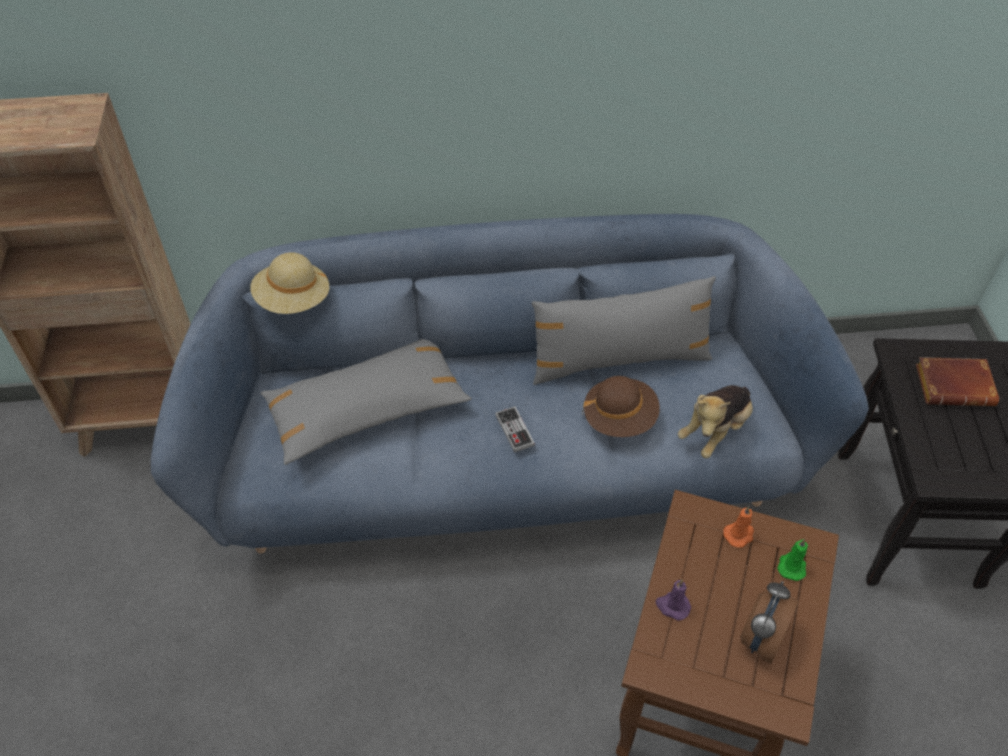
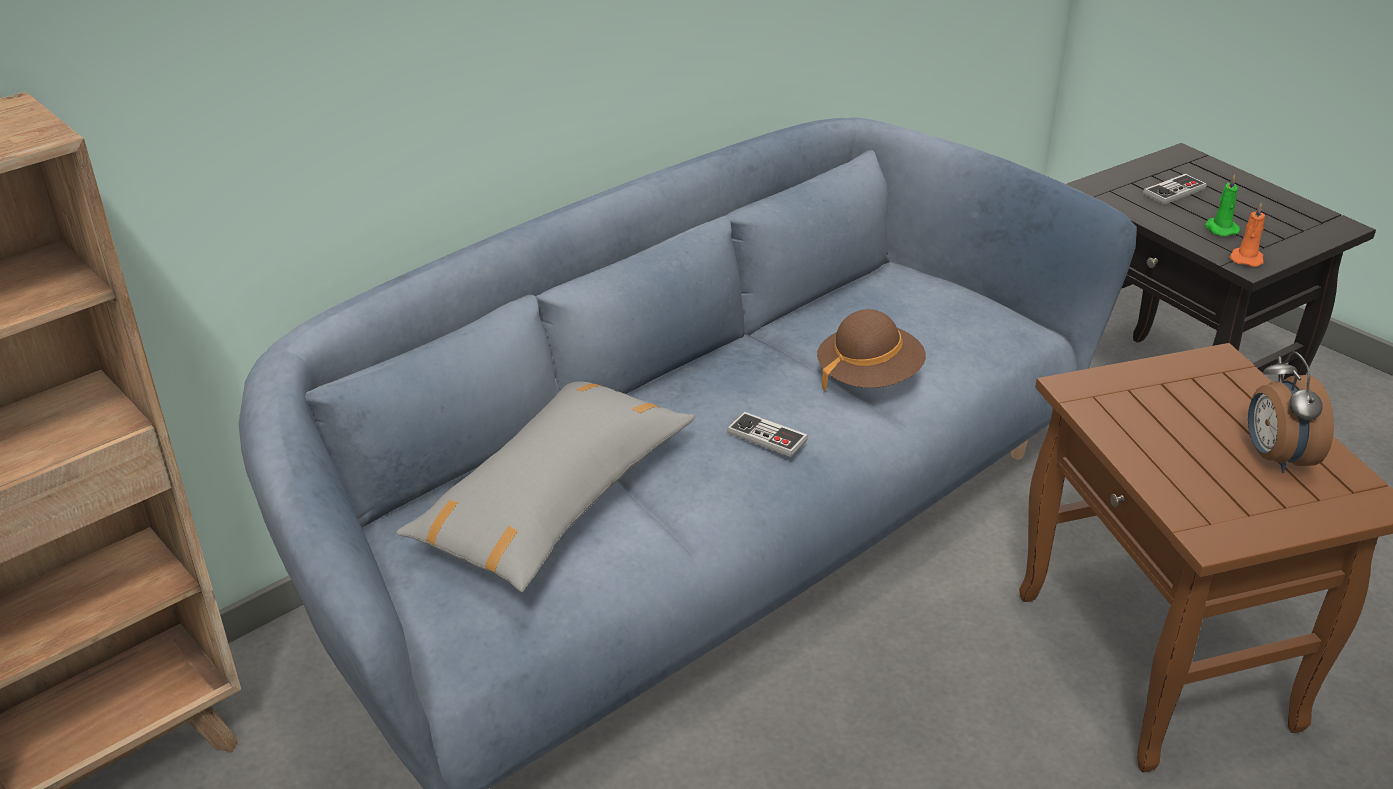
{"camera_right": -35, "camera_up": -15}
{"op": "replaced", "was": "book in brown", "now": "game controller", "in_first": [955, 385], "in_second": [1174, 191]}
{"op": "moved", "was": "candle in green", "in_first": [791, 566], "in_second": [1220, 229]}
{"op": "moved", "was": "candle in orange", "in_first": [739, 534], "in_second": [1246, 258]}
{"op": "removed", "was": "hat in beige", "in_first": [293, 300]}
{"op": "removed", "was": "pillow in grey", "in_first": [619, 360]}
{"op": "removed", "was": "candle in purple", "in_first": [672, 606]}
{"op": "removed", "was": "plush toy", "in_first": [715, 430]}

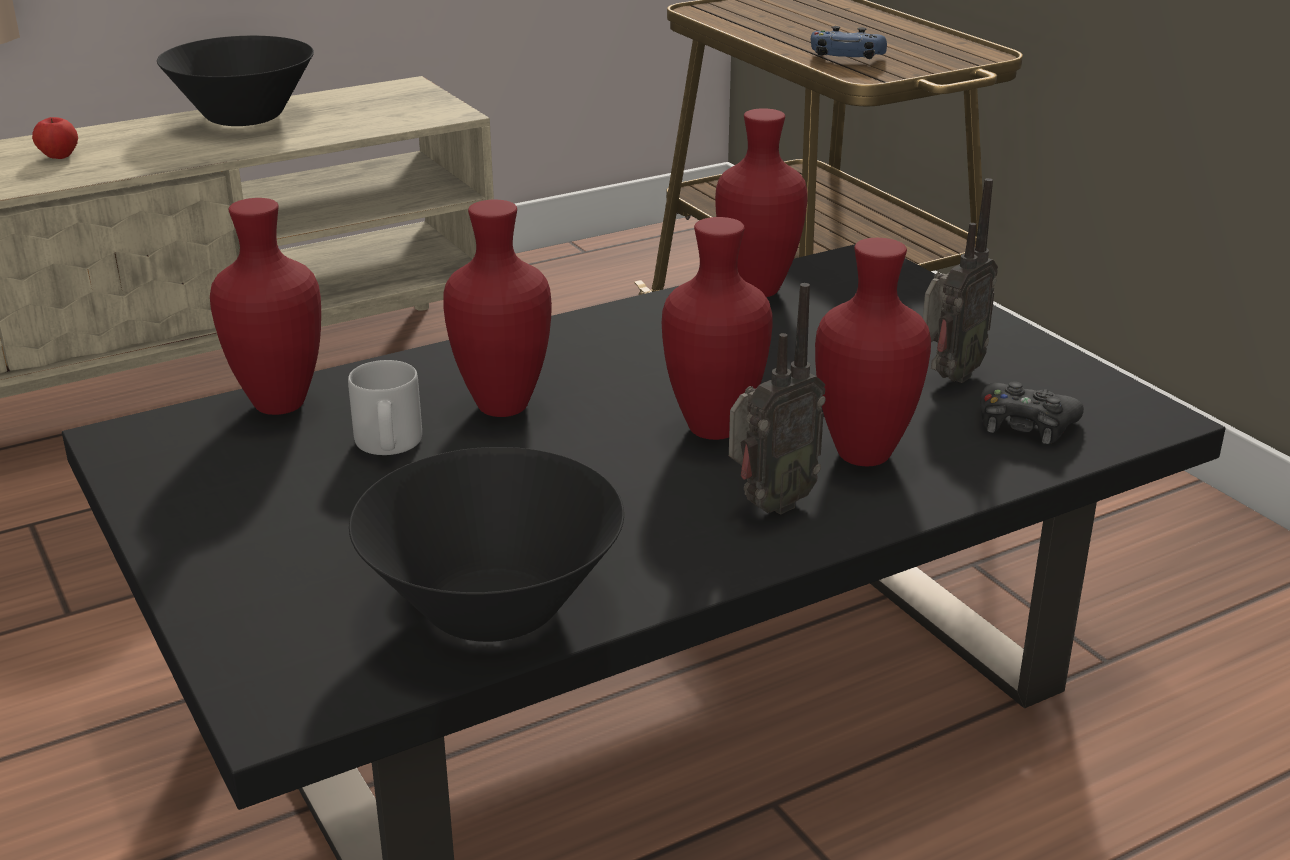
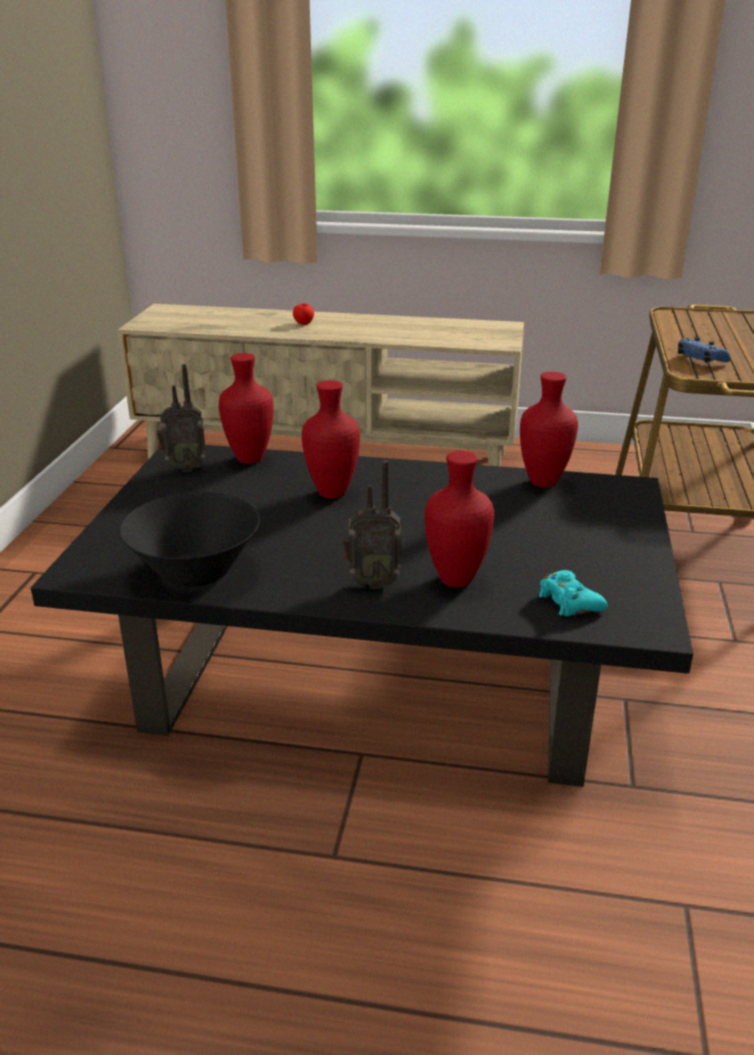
{"camera_right": 40, "camera_up": 0}
{"op": "moved", "was": "radio", "in_first": [948, 377], "in_second": [184, 468]}
{"op": "recoloured", "was": "game controller in black", "now": "game controller in turquoise", "in_first": [1025, 425], "in_second": [569, 601]}
{"op": "removed", "was": "bowl in black", "in_first": [244, 117]}
{"op": "removed", "was": "mug in grey", "in_first": [388, 444]}
{"op": "removed", "was": "vase in red", "in_first": [717, 430]}

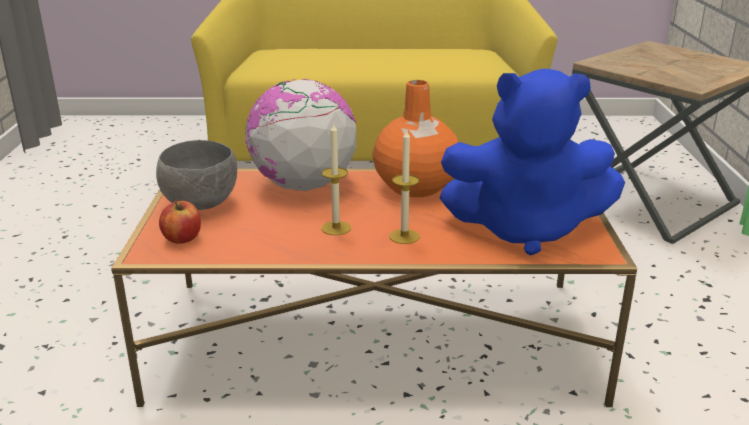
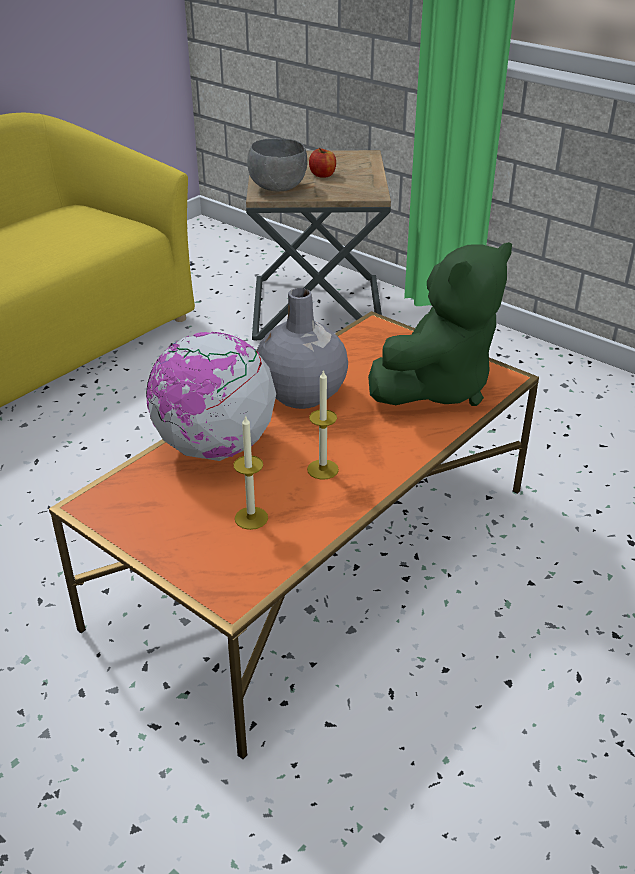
{"camera_right": -50, "camera_up": 10}
{"op": "moved", "was": "candle", "in_first": [404, 236], "in_second": [251, 518]}
{"op": "moved", "was": "bowl in grey", "in_first": [202, 204], "in_second": [278, 188]}
{"op": "recoloured", "was": "vase in orange", "now": "vase in grey", "in_first": [415, 187], "in_second": [301, 394]}
{"op": "moved", "was": "apple", "in_first": [182, 238], "in_second": [322, 175]}
{"op": "recoloured", "was": "plush toy in blue", "now": "plush toy in green", "in_first": [525, 229], "in_second": [437, 386]}

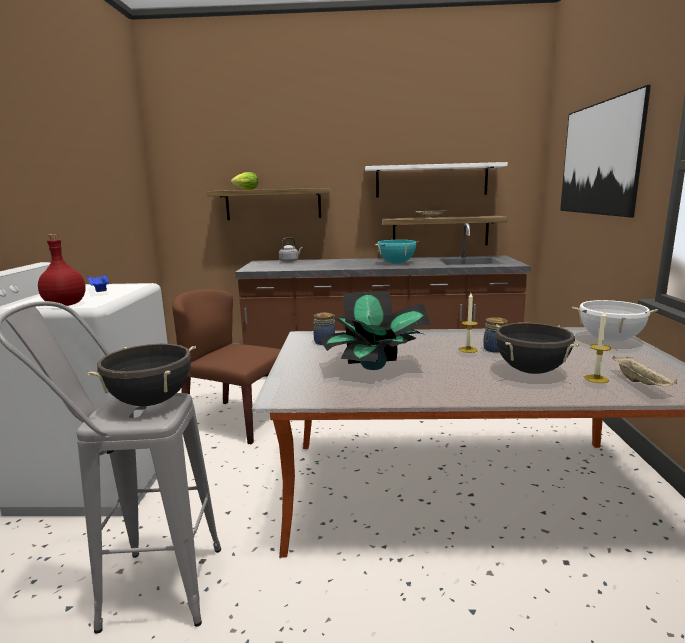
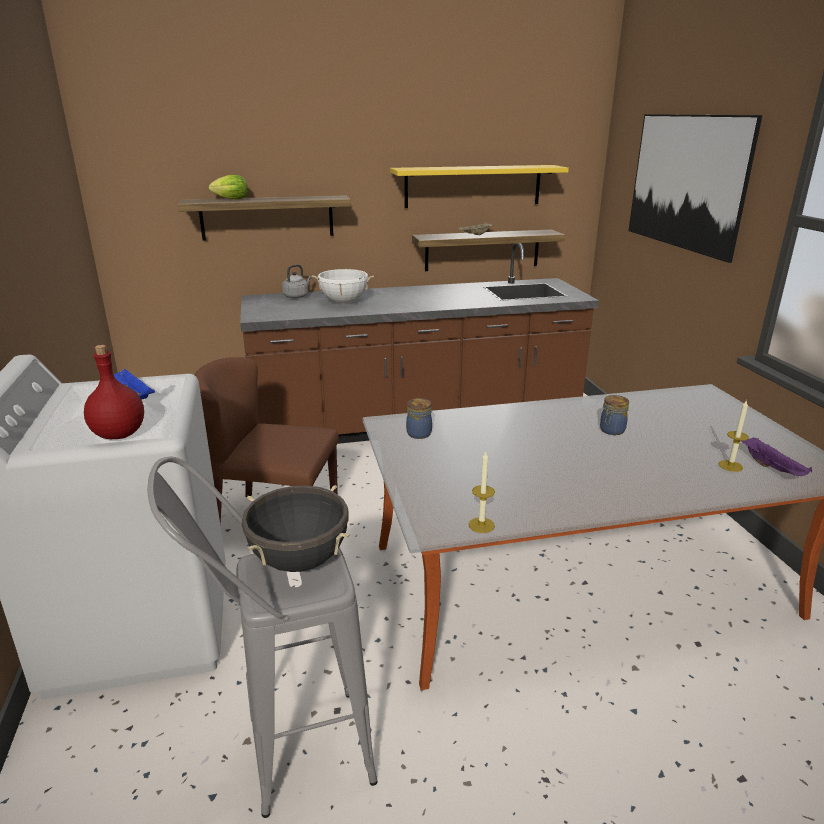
{"camera_right": -15, "camera_up": 10}
{"op": "moved", "was": "cooking pot in white", "in_first": [610, 340], "in_second": [344, 302]}
{"op": "recoloured", "was": "shelf in white", "now": "shelf in yellow", "in_first": [431, 181], "in_second": [473, 186]}
{"op": "moved", "was": "candle", "in_first": [468, 350], "in_second": [481, 525]}
{"op": "recoloured", "was": "tray in beige", "now": "tray in purple", "in_first": [641, 383], "in_second": [772, 468]}
{"op": "removed", "was": "potted plant", "in_first": [374, 366]}
{"op": "removed", "was": "cooking pot in turquoise", "in_first": [397, 263]}
{"op": "removed", "was": "cooking pot in black", "in_first": [531, 371]}

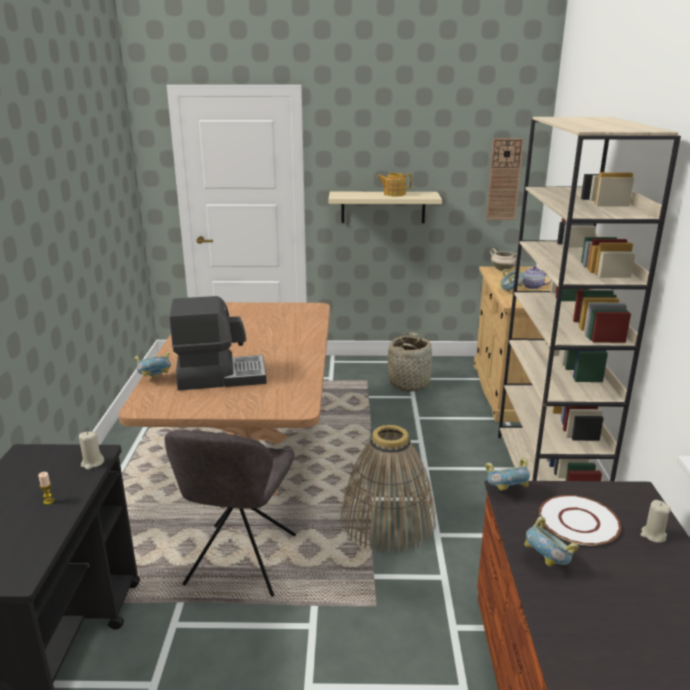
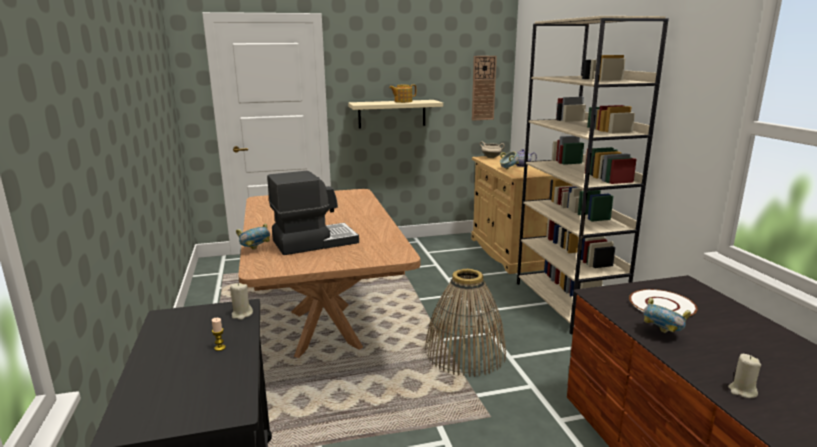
{"camera_right": -15, "camera_up": -5}
{"op": "moved", "was": "candle in beige", "in_first": [653, 535], "in_second": [742, 391]}
{"op": "removed", "was": "chair in grey", "in_first": [240, 562]}
{"op": "removed", "was": "basket", "in_first": [409, 383]}
{"op": "removed", "was": "bowl", "in_first": [506, 492]}

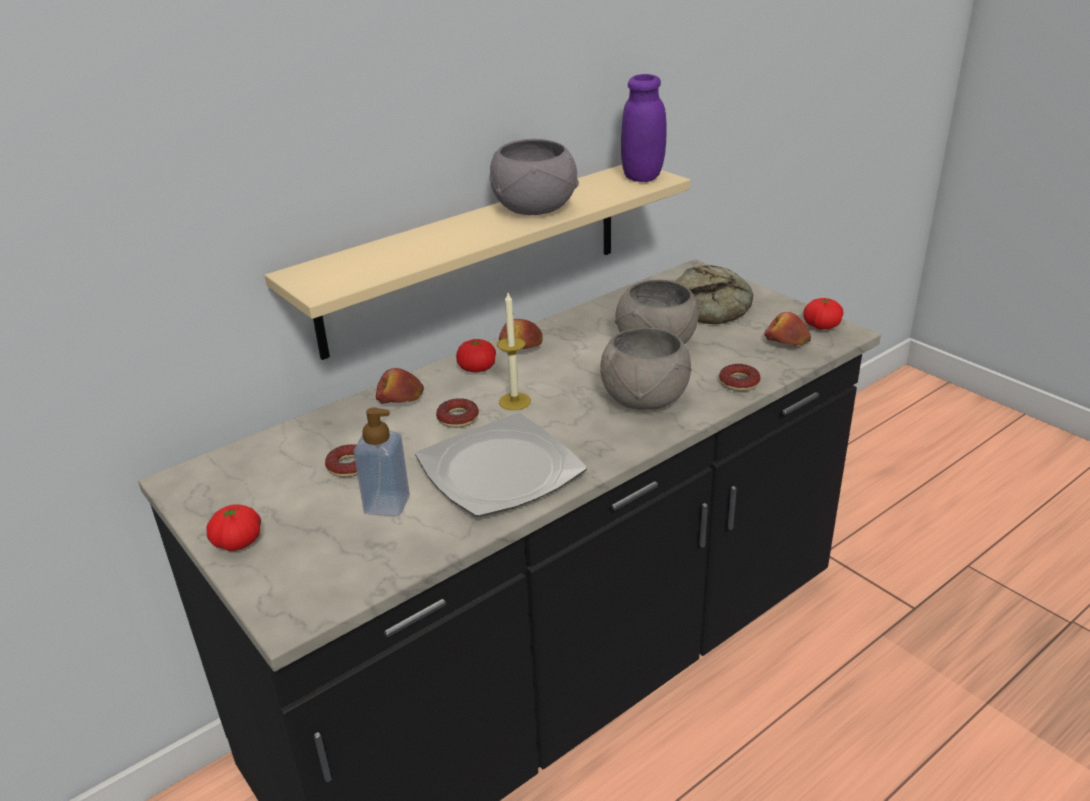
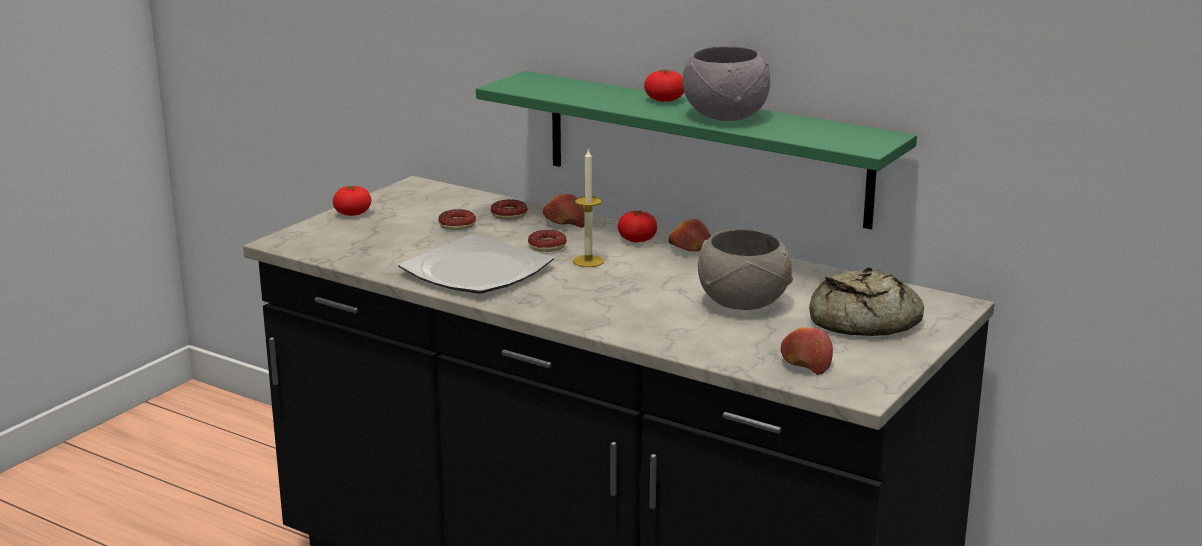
{"camera_right": 70, "camera_up": -10}
{"op": "recoloured", "was": "shelf in beige", "now": "shelf in green", "in_first": [474, 256], "in_second": [705, 147]}
{"op": "moved", "was": "donut", "in_first": [739, 382], "in_second": [509, 215]}
{"op": "moved", "was": "tomato", "in_first": [821, 326], "in_second": [664, 100]}
{"op": "removed", "was": "soap dispenser", "in_first": [387, 504]}
{"op": "removed", "was": "bowl in grey", "in_first": [646, 400]}
{"op": "removed", "was": "jar in purple", "in_first": [643, 176]}

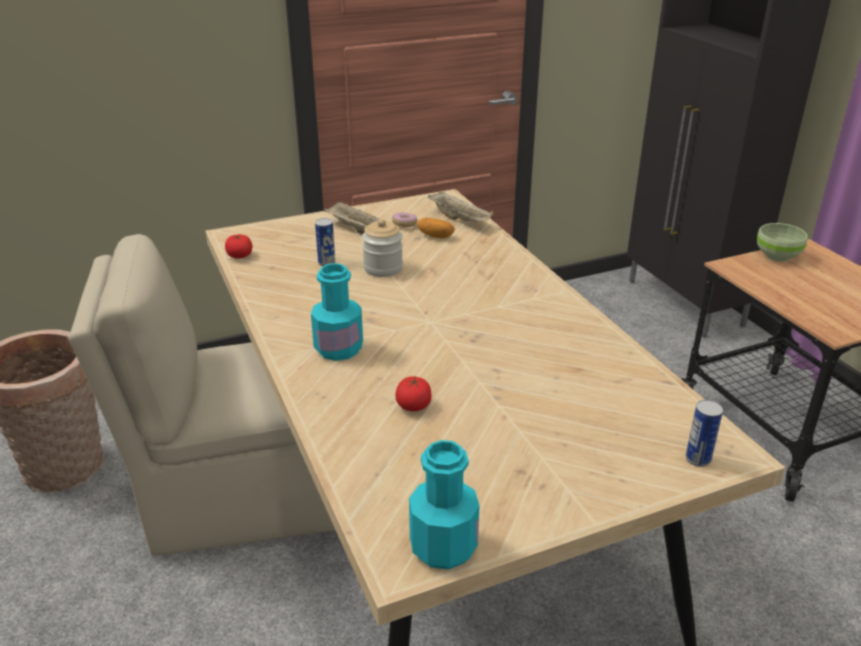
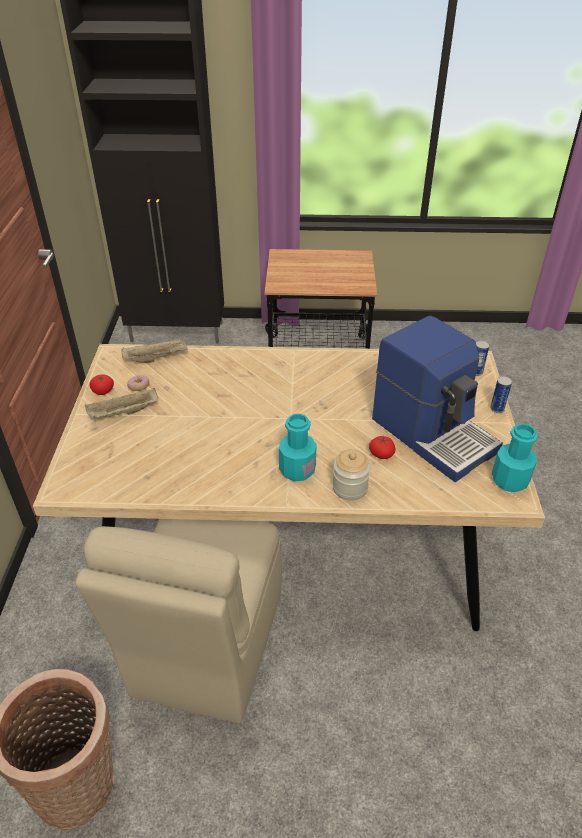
{"camera_right": -65, "camera_up": 10}
{"op": "moved", "was": "tomato", "in_first": [240, 255], "in_second": [103, 391]}
{"op": "moved", "was": "jar", "in_first": [383, 268], "in_second": [350, 488]}
{"op": "added", "now": "coffee machine", "in_second": [434, 433]}
{"op": "moved", "was": "can", "in_first": [326, 263], "in_second": [497, 409]}
{"op": "removed", "was": "potato", "in_first": [435, 236]}
{"op": "removed", "was": "bowl in green", "in_first": [777, 256]}

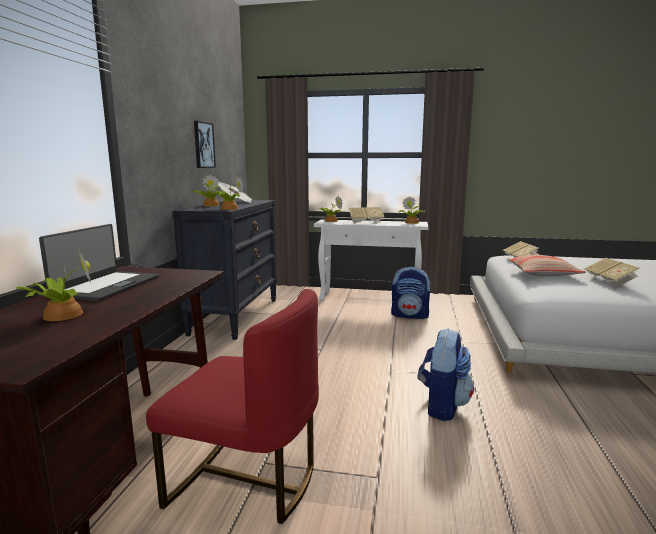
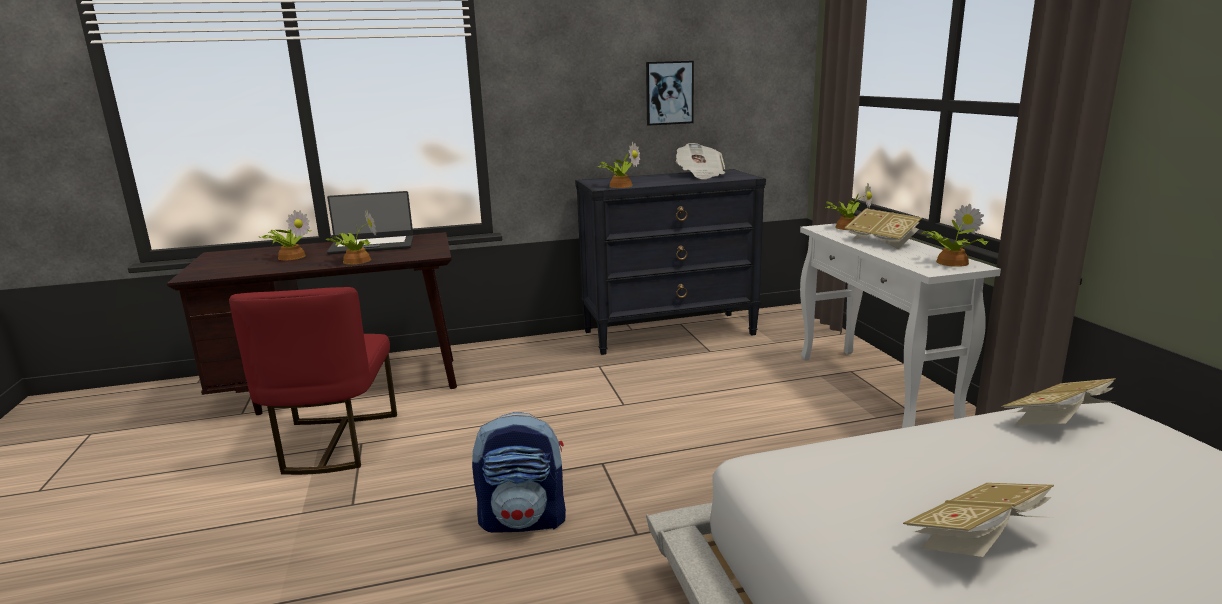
{"camera_right": 65, "camera_up": 5}
{"op": "moved", "was": "potted plant", "in_first": [210, 205], "in_second": [355, 261]}
{"op": "removed", "was": "backpack", "in_first": [410, 315]}
{"op": "removed", "was": "pillow", "in_first": [542, 273]}

